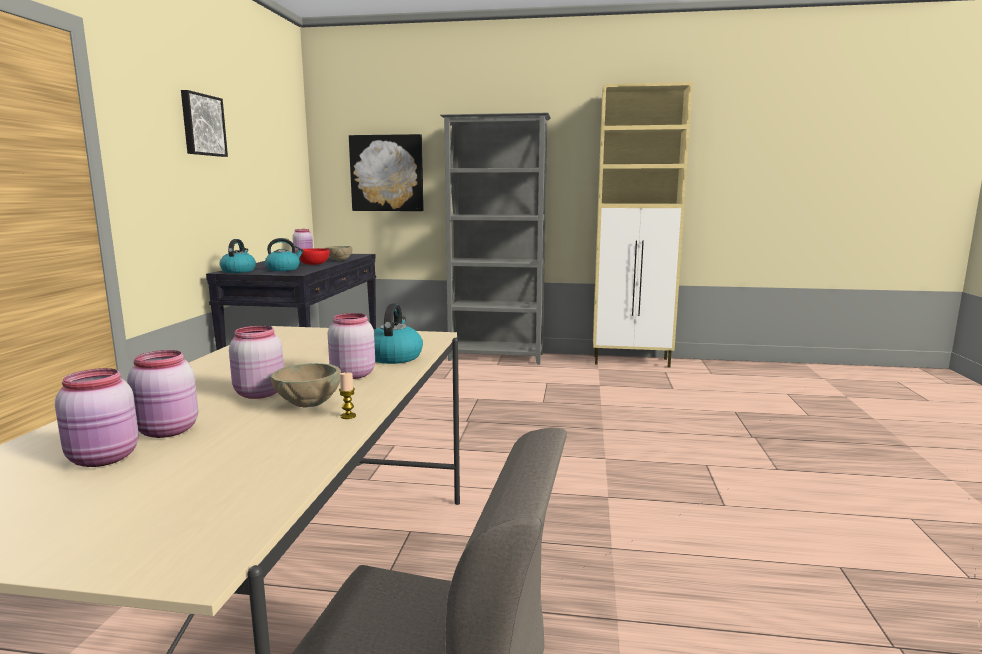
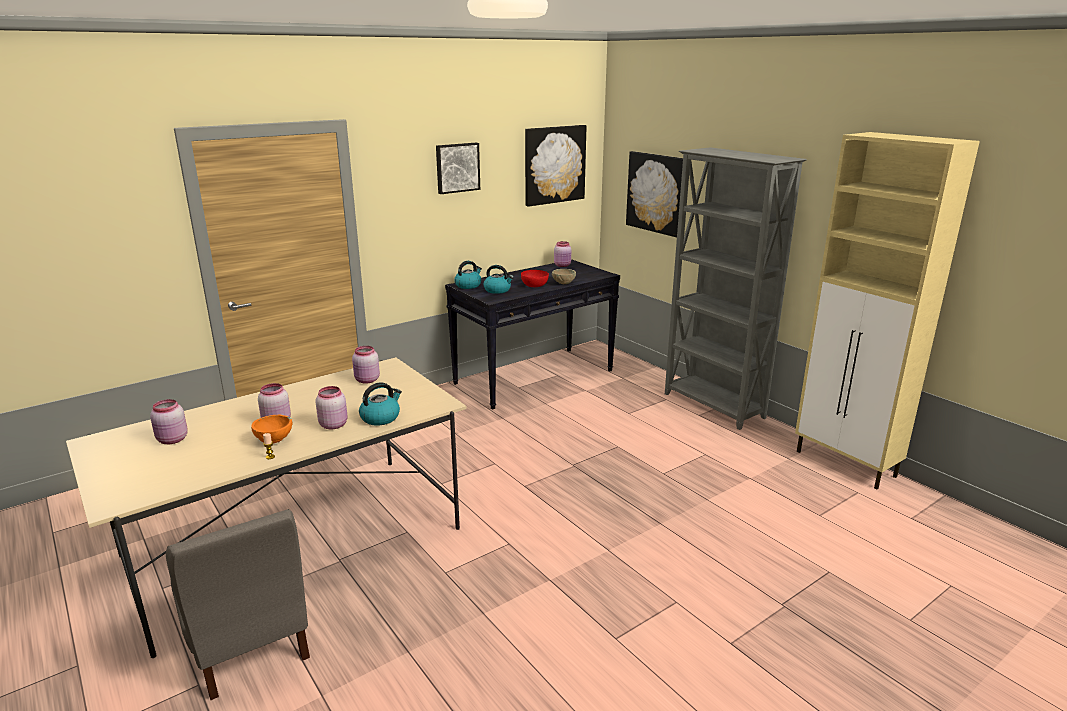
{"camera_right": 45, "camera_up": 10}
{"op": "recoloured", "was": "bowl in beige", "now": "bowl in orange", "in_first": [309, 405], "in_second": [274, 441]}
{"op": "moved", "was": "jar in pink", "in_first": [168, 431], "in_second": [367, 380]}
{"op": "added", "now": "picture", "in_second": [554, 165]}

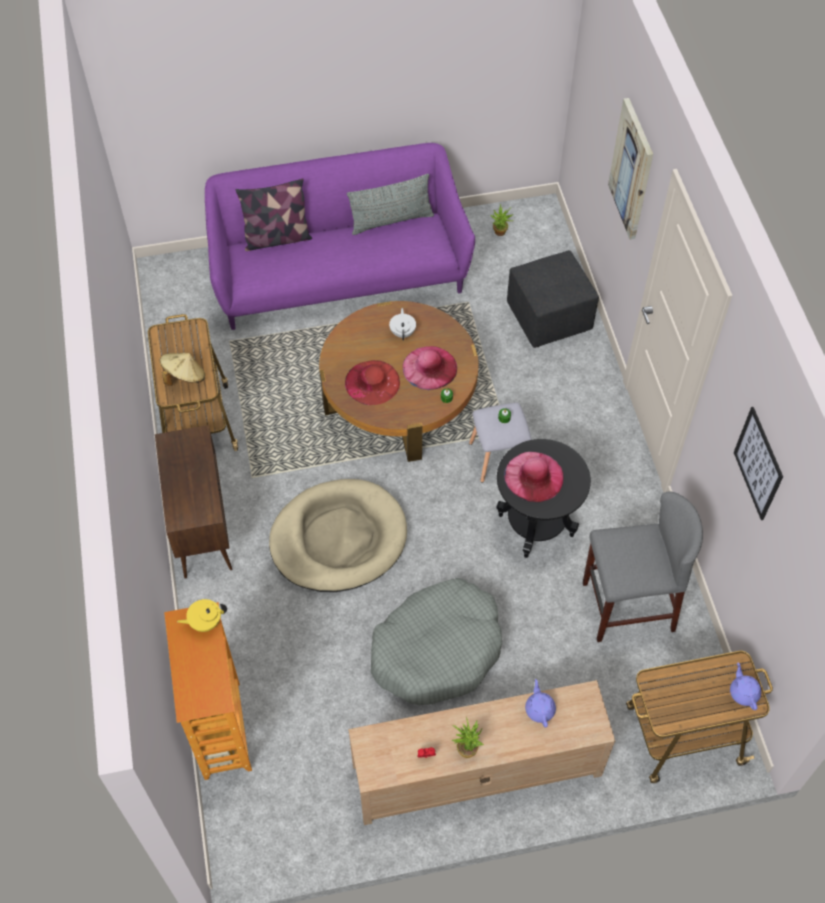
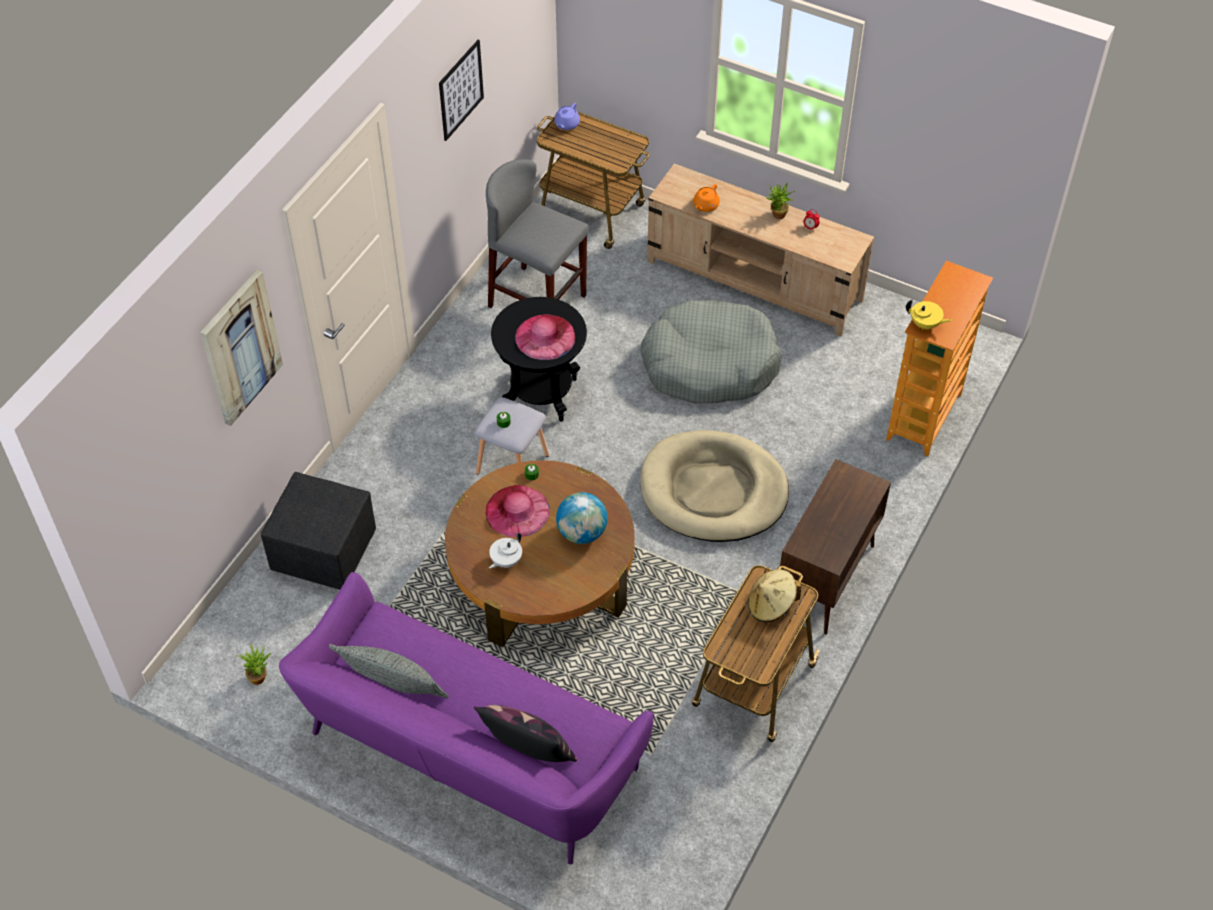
{"camera_right": -140, "camera_up": -5}
{"op": "replaced", "was": "hat in red", "now": "globe", "in_first": [372, 382], "in_second": [582, 533]}
{"op": "recoloured", "was": "teapot in purple", "now": "teapot in orange", "in_first": [539, 709], "in_second": [705, 206]}

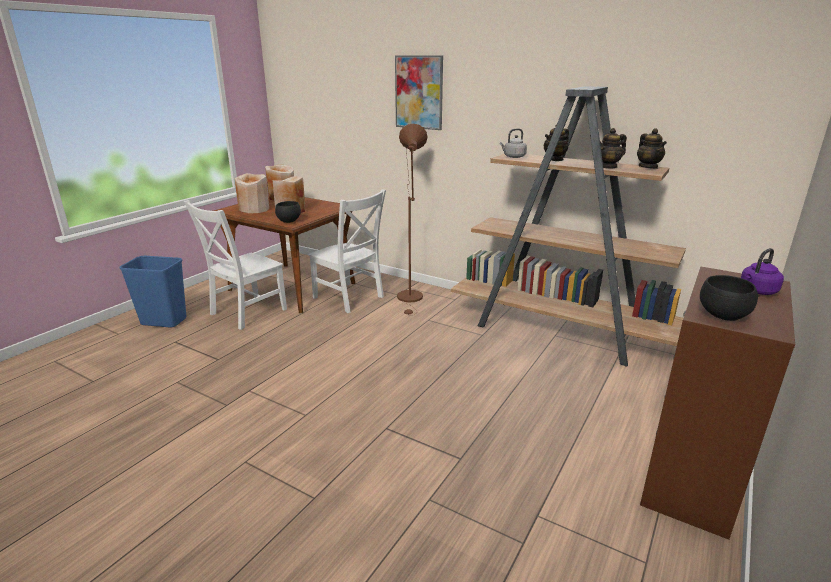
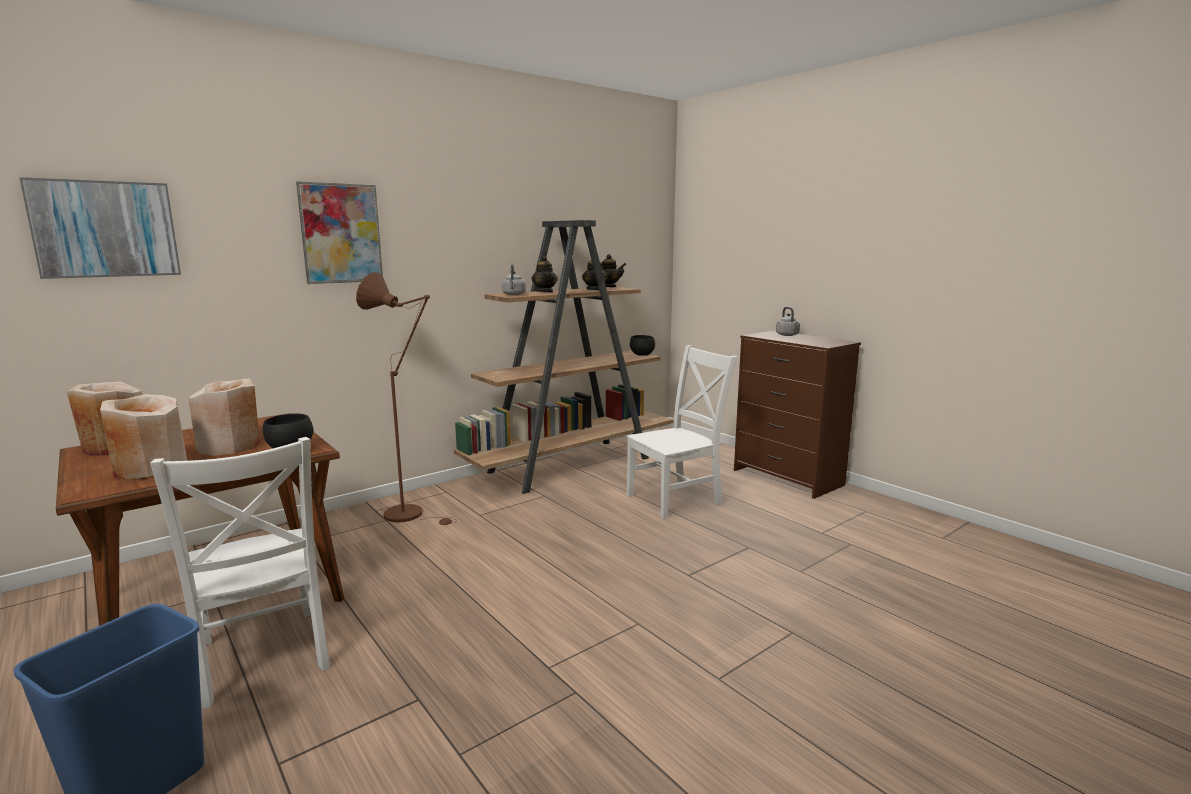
{"camera_right": -70, "camera_up": -10}
{"op": "added", "now": "picture", "in_second": [105, 229]}
{"op": "moved", "was": "chair in white", "in_first": [350, 298], "in_second": [677, 498]}
{"op": "moved", "was": "bowl in black", "in_first": [724, 317], "in_second": [642, 355]}
{"op": "recoloured", "was": "kettle in purple", "now": "kettle in grey", "in_first": [757, 291], "in_second": [788, 335]}

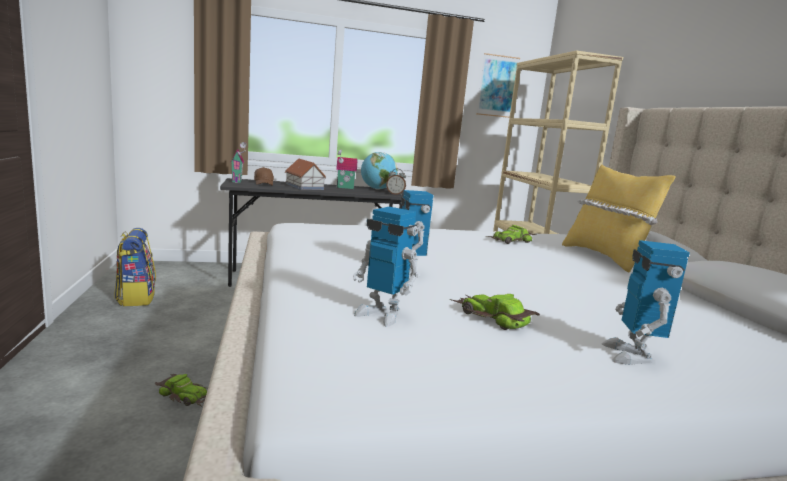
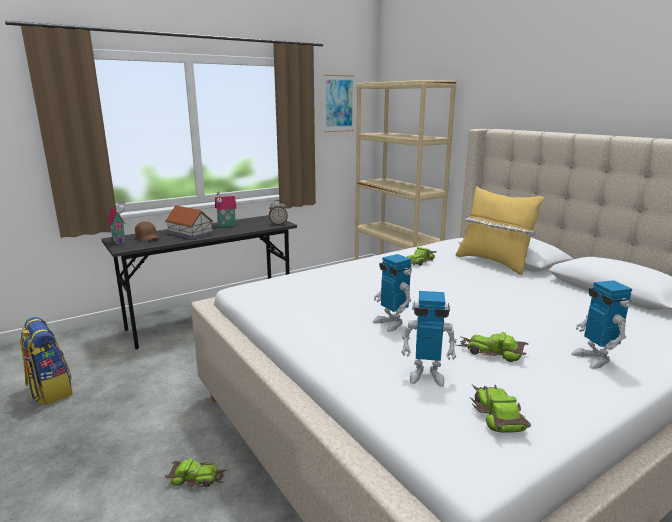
{"camera_right": -20, "camera_up": 5}
{"op": "added", "now": "toy car", "in_second": [496, 413]}
{"op": "removed", "was": "globe", "in_first": [377, 189]}

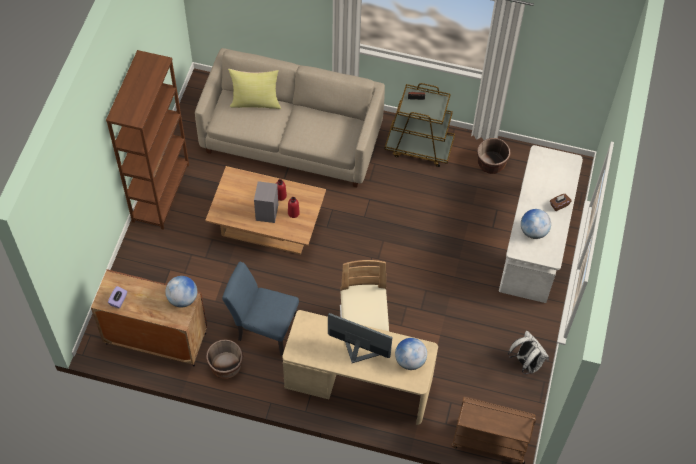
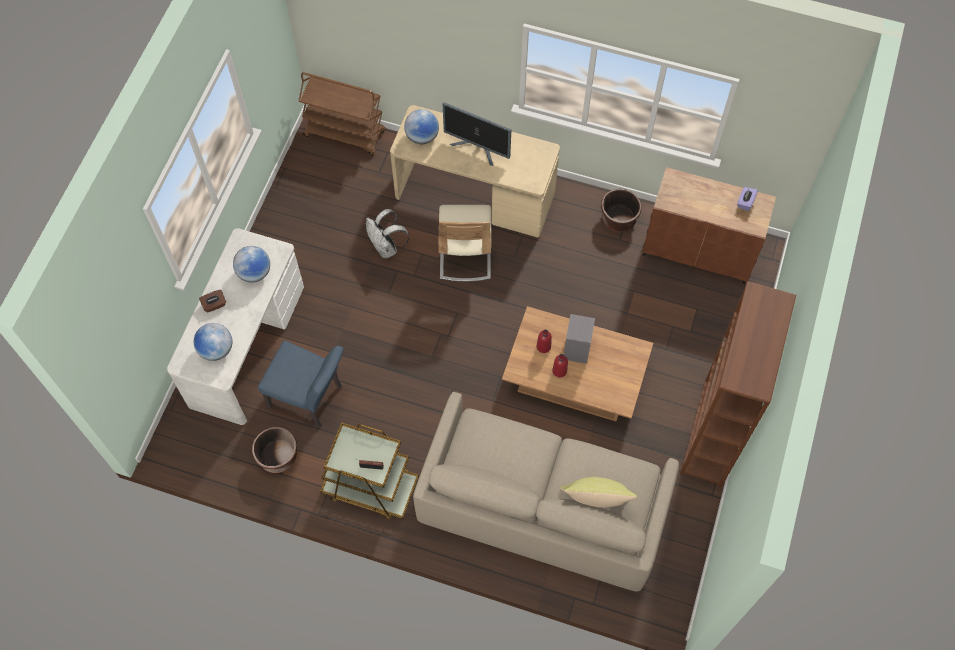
{"camera_right": -175, "camera_up": 5}
{"op": "moved", "was": "globe", "in_first": [182, 299], "in_second": [216, 349]}
{"op": "moved", "was": "chair in blue", "in_first": [263, 328], "in_second": [310, 398]}
{"op": "moved", "was": "backpack in white", "in_first": [526, 363], "in_second": [387, 248]}

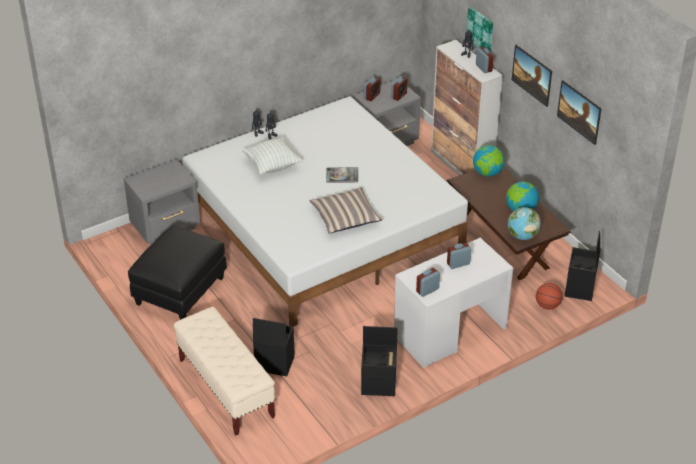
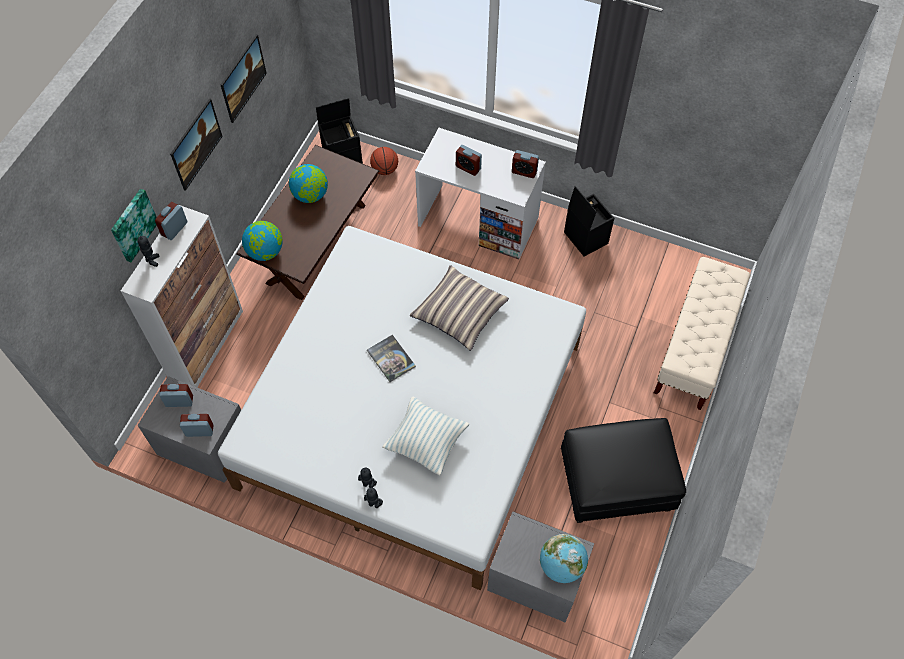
{"camera_right": -125, "camera_up": 20}
{"op": "moved", "was": "globe", "in_first": [522, 236], "in_second": [561, 565]}
{"op": "removed", "was": "storage box in black", "in_first": [273, 364]}

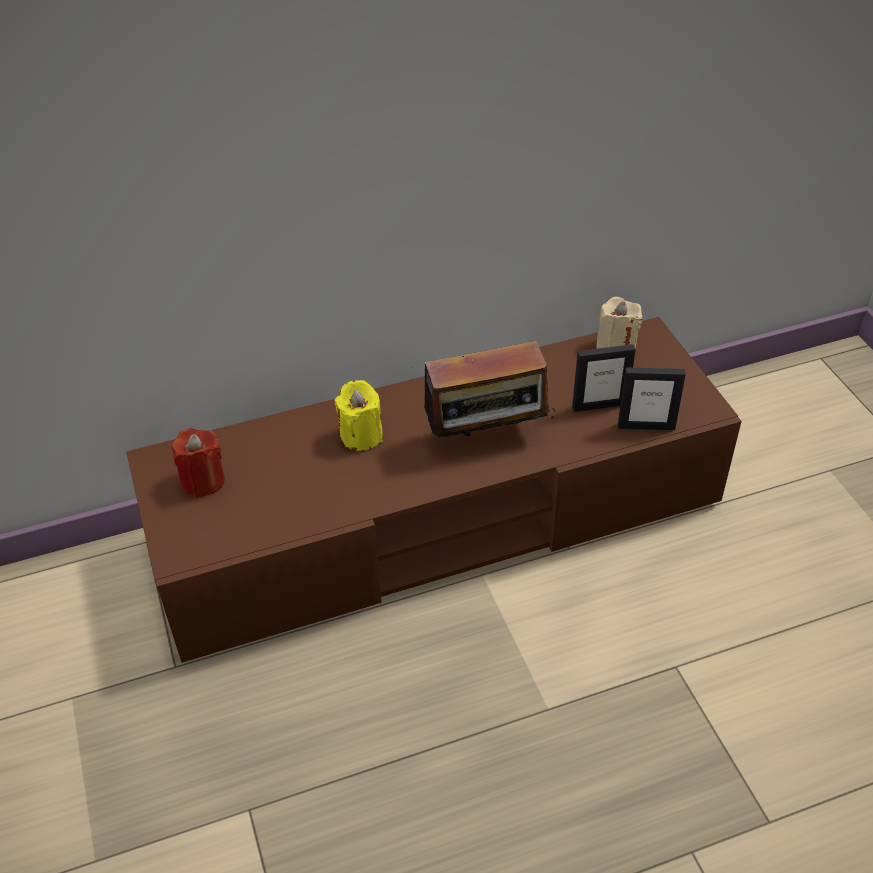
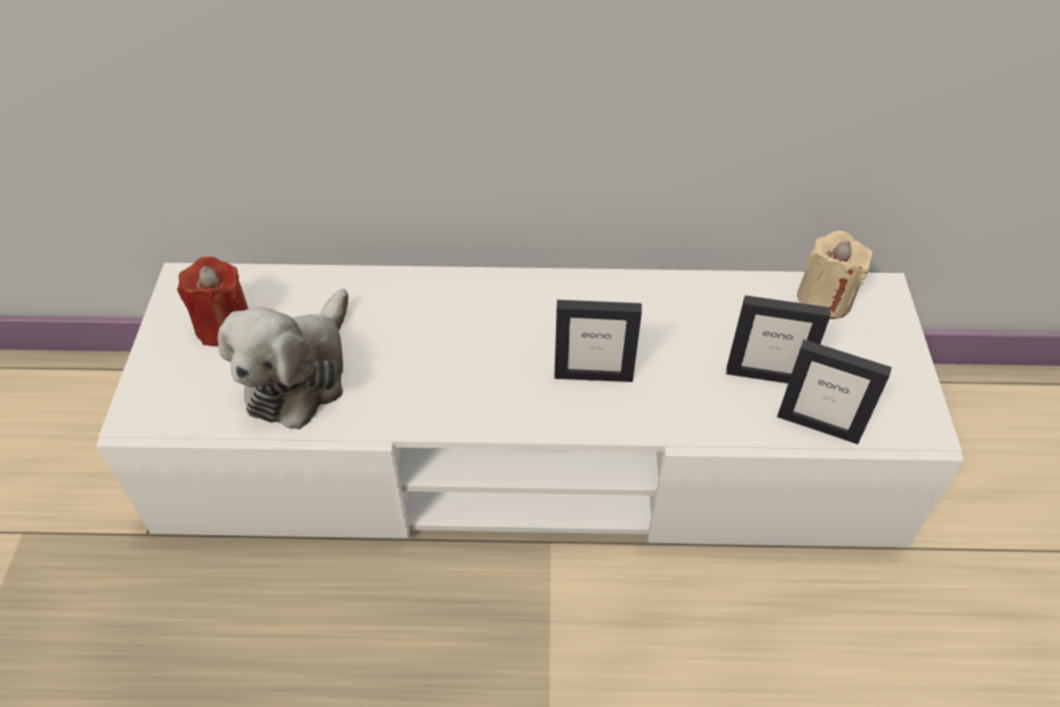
{"camera_right": 20, "camera_up": 5}
{"op": "recoloured", "was": "tv stand in brown", "now": "tv stand in white", "in_first": [438, 521], "in_second": [530, 452]}
{"op": "added", "now": "plush toy", "in_second": [300, 374]}
{"op": "replaced", "was": "radio", "now": "picture frame", "in_first": [487, 437], "in_second": [593, 375]}
{"op": "removed", "was": "candle in yellow", "in_first": [361, 435]}

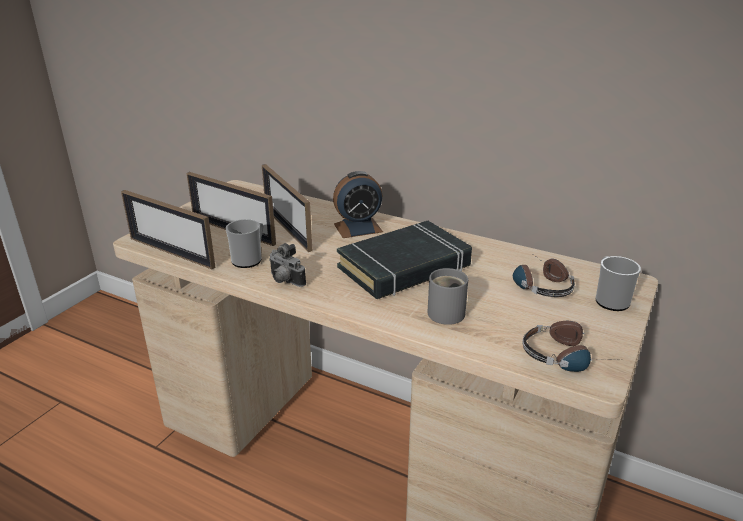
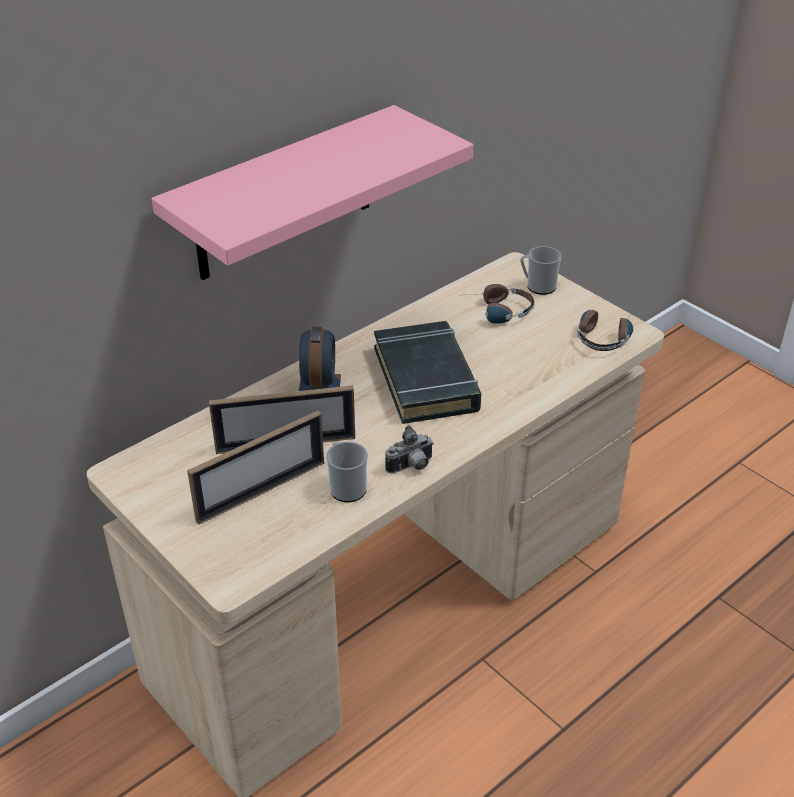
{"camera_right": -70, "camera_up": 10}
{"op": "added", "now": "shelf in pink", "in_second": [284, 195]}
{"op": "removed", "was": "picture frame", "in_first": [171, 252]}
{"op": "removed", "was": "mug in grey", "in_first": [448, 312]}

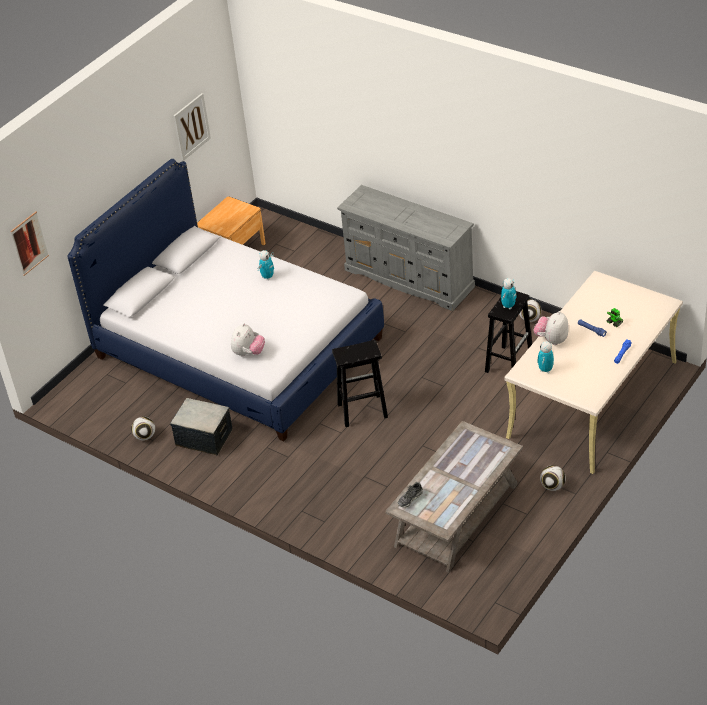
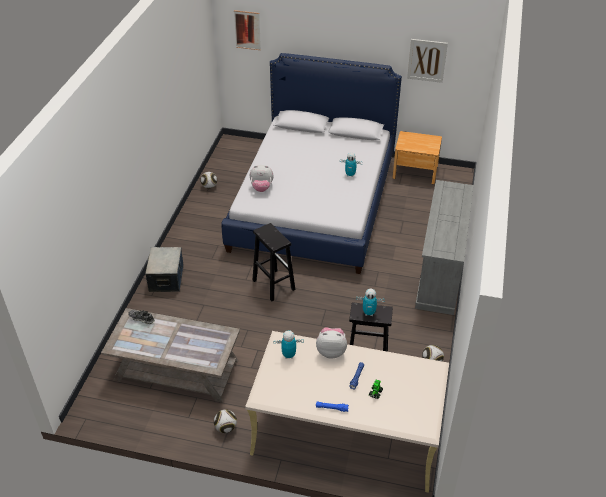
{"camera_right": 65, "camera_up": 0}
{"op": "moved", "was": "storage box", "in_first": [204, 437], "in_second": [167, 278]}

